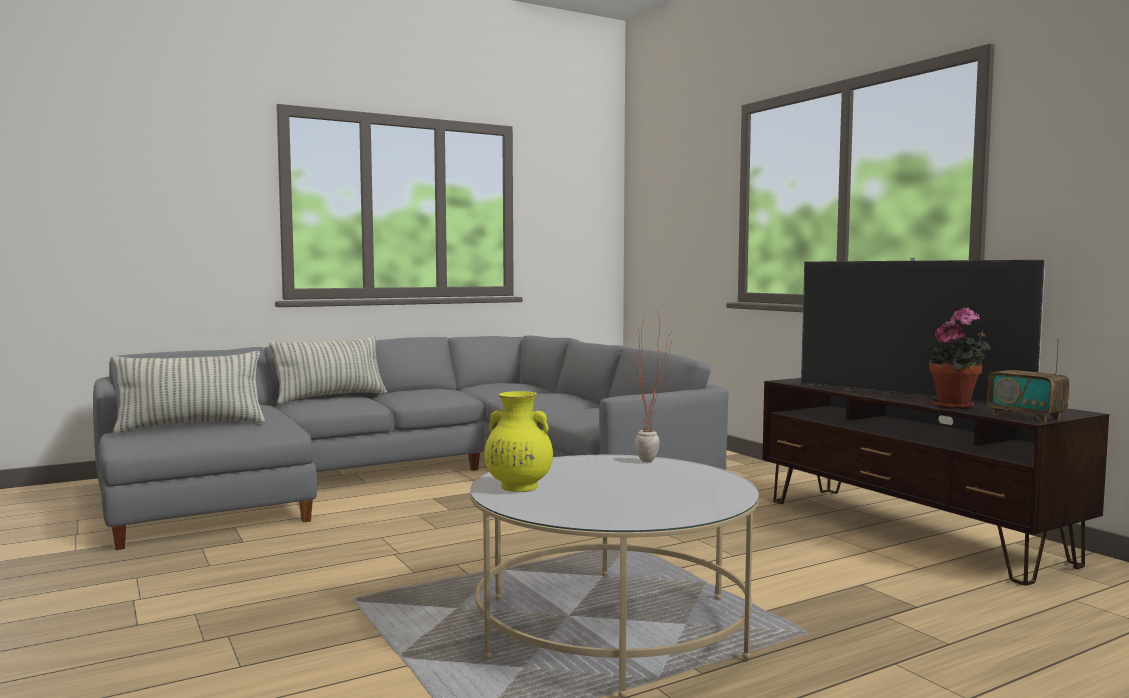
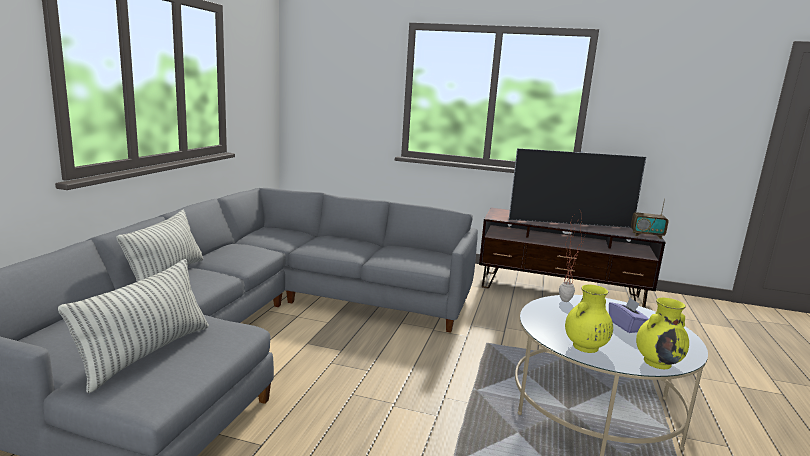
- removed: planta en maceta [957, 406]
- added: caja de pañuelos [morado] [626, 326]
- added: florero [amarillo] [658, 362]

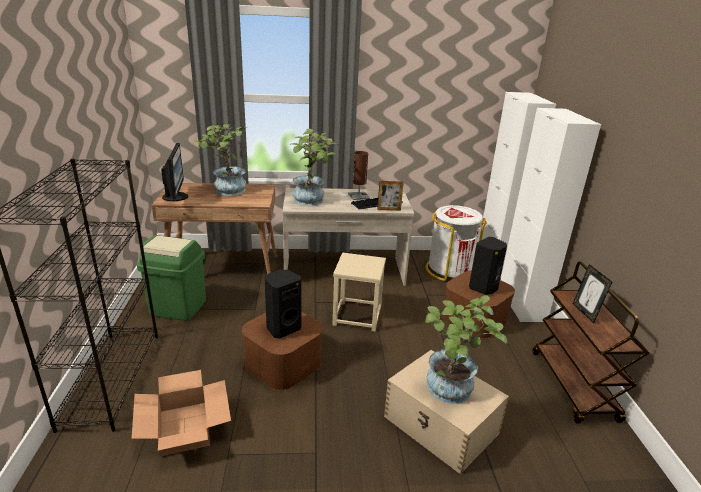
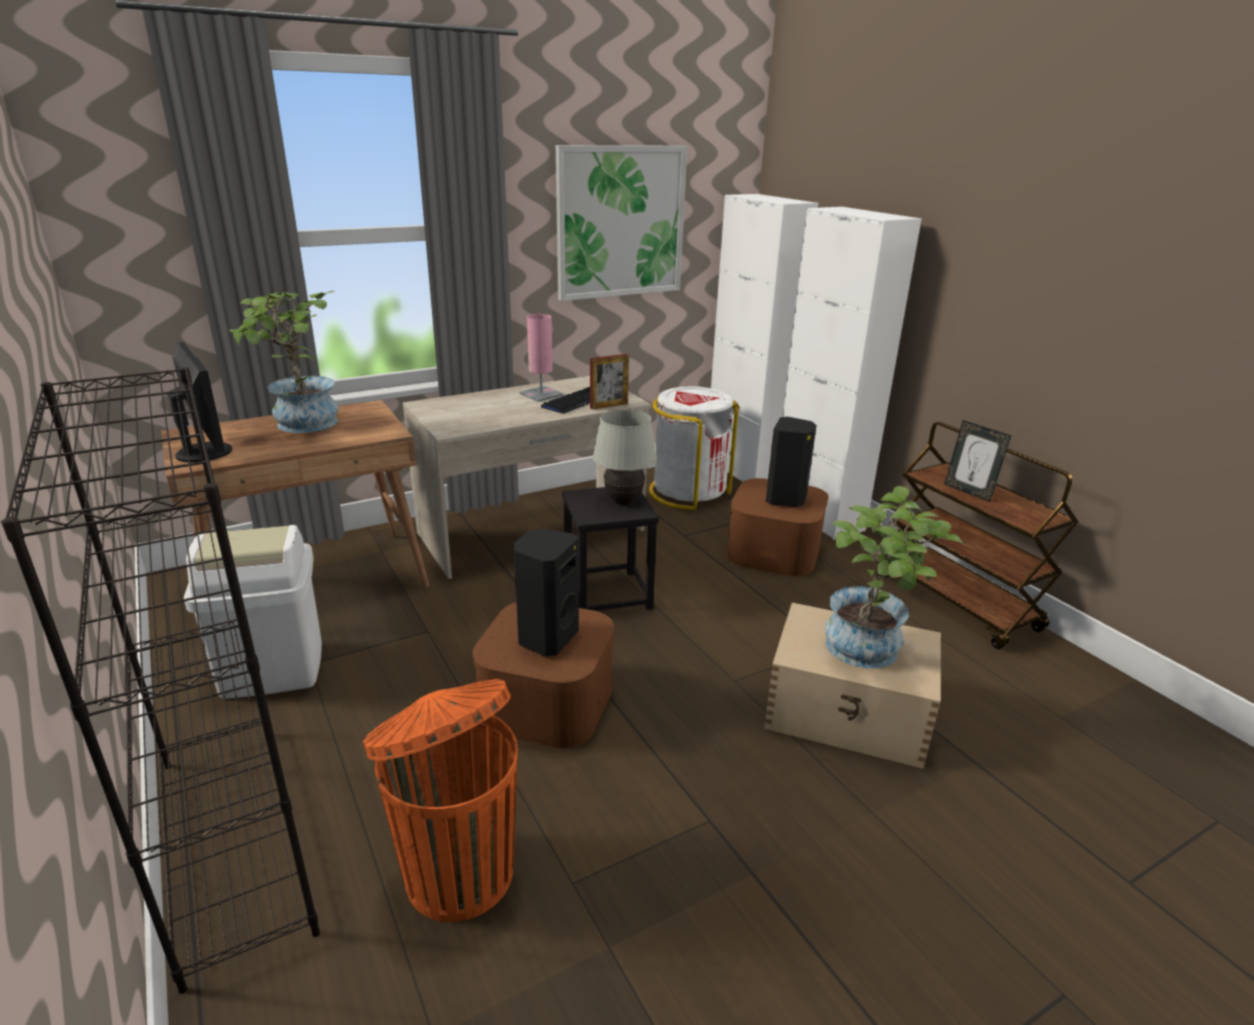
- replaced: caja de cartón [184, 428] to papelera [naranja] [457, 871]
- recoloured: papelera [verde] [178, 307] to papelera [blanco] [272, 669]
- removed: planta en maceta [312, 200]
- recoloured: taburete [beis] [357, 316] to taburete [negro] [607, 594]
- recoloured: lámpara de mesa [marrón] [358, 196] to lámpara de mesa [rosa] [541, 394]
- added: cuadro [620, 222]
- added: lámpara de mesa [blanco] [623, 502]

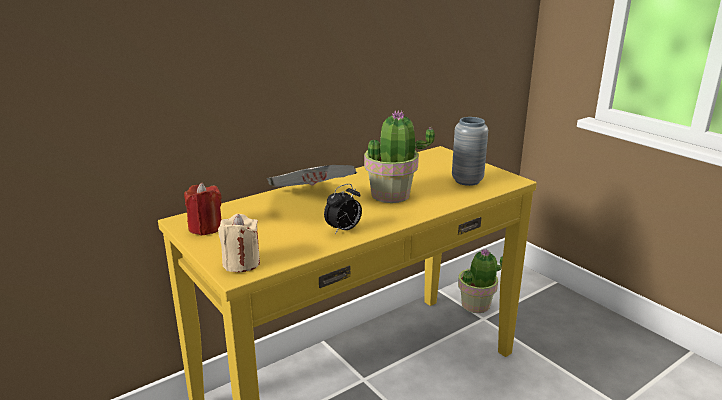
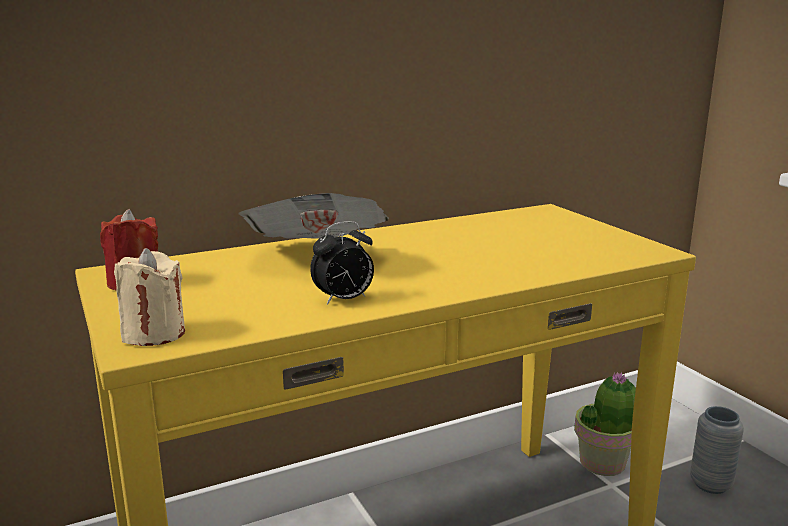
- removed: planta en maceta [391, 195]
- moved: florero [gris] [467, 181] to [710, 484]

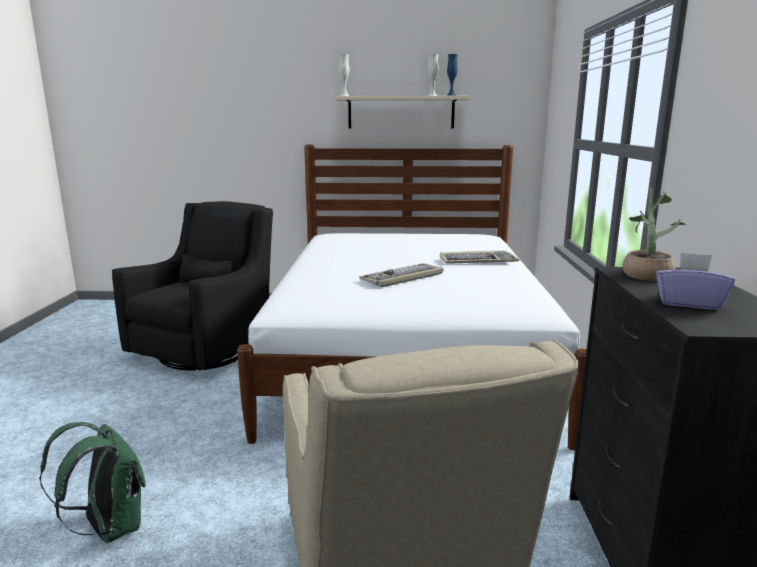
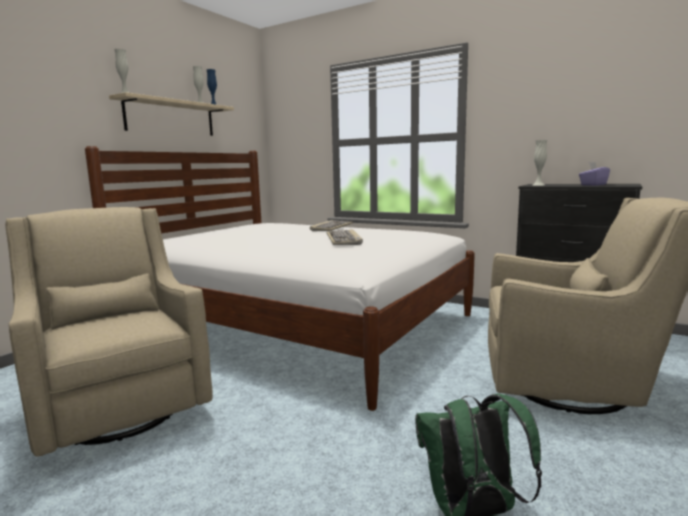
- recoloured: sillón [negro] [208, 350] to sillón [beis] [119, 406]
- replaced: planta en maceta [645, 273] to florero [blanco] [538, 185]

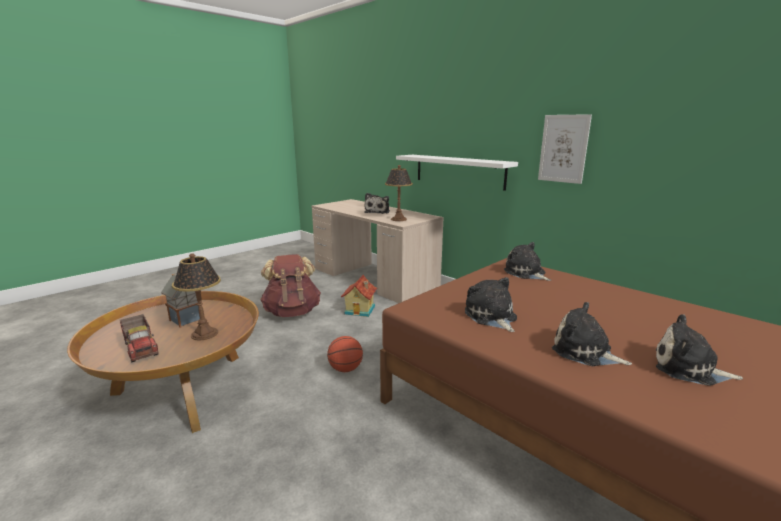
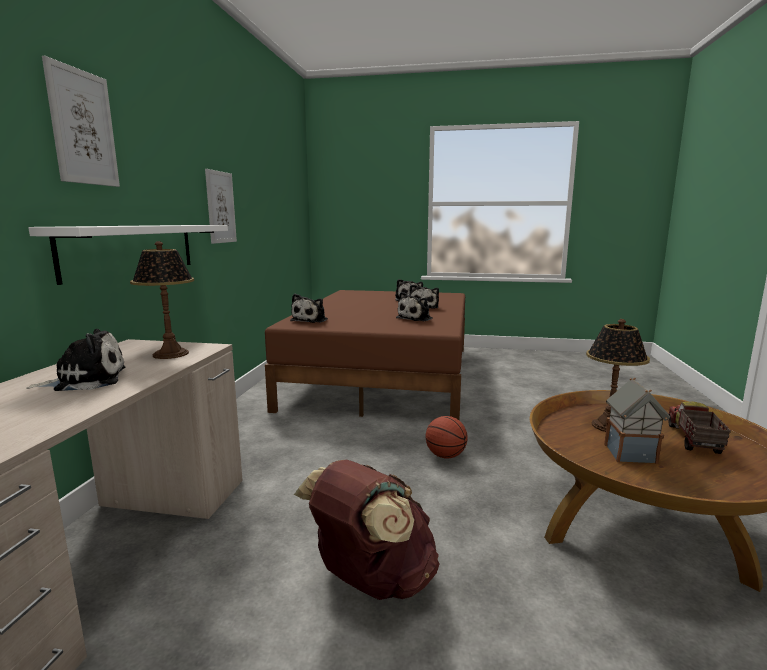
- removed: casita [360, 310]
- added: cuadro [83, 127]

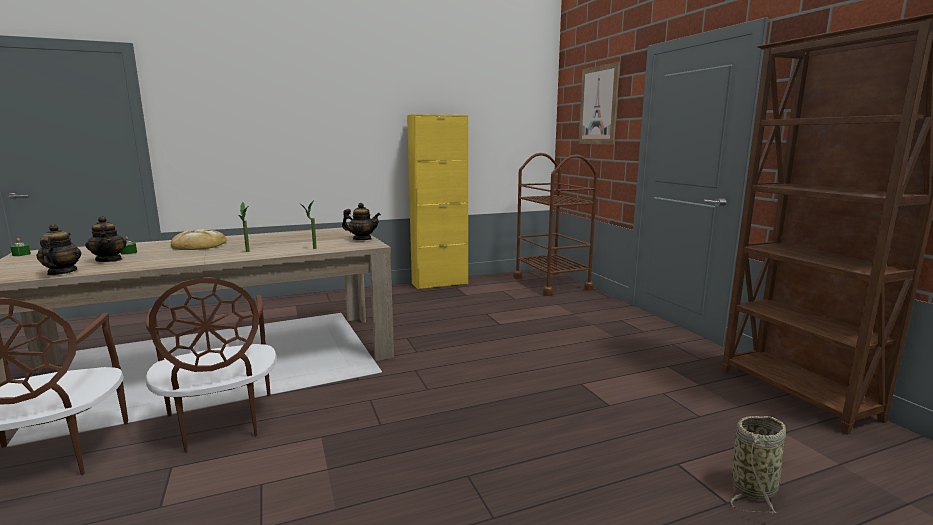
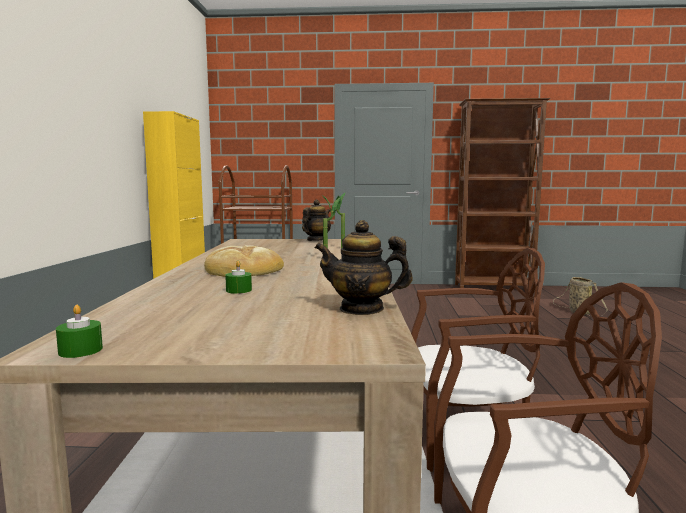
- removed: tetera [109, 260]
- removed: cuadro [598, 105]

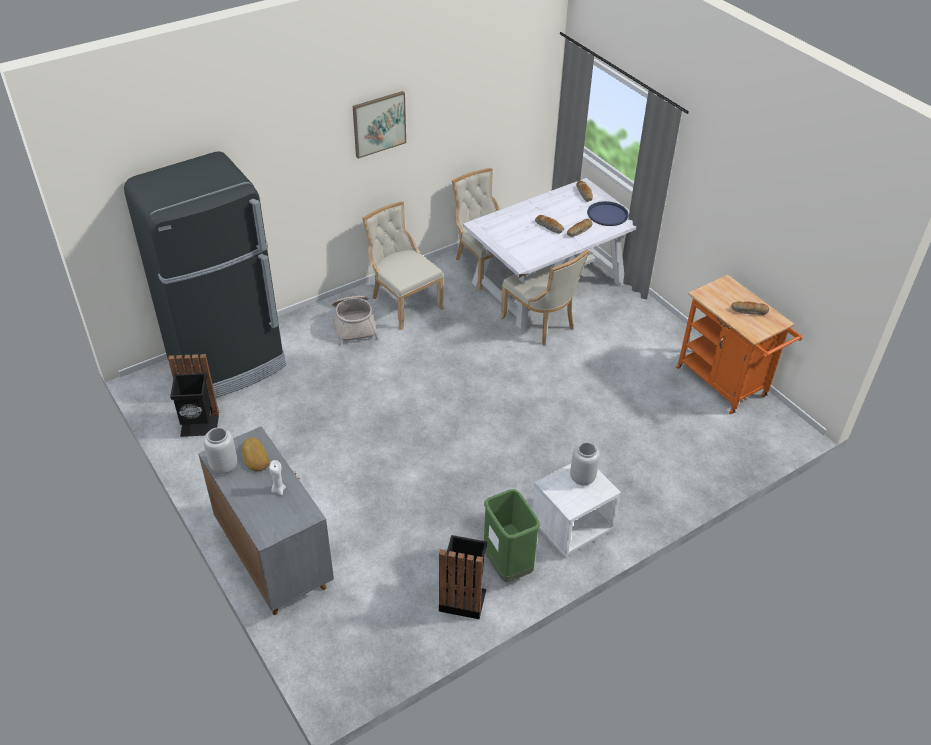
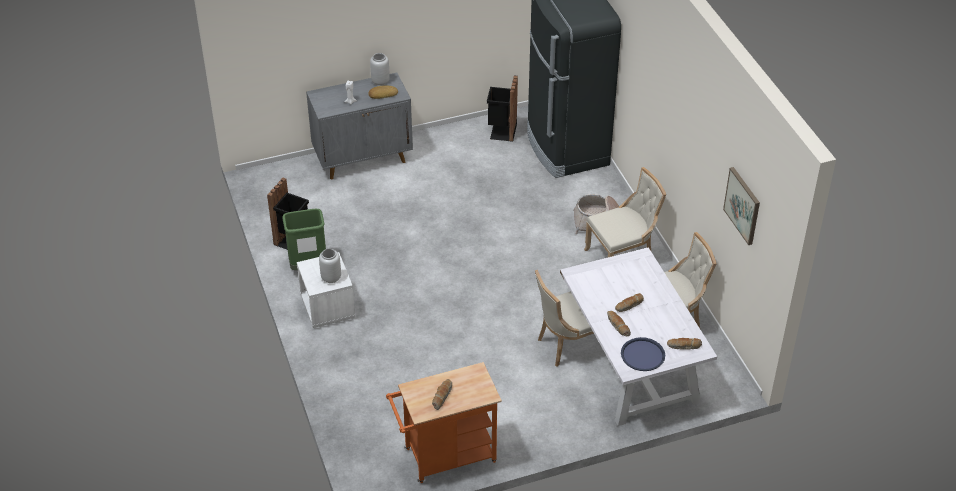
- moved: cuadro [379, 124] to [742, 205]

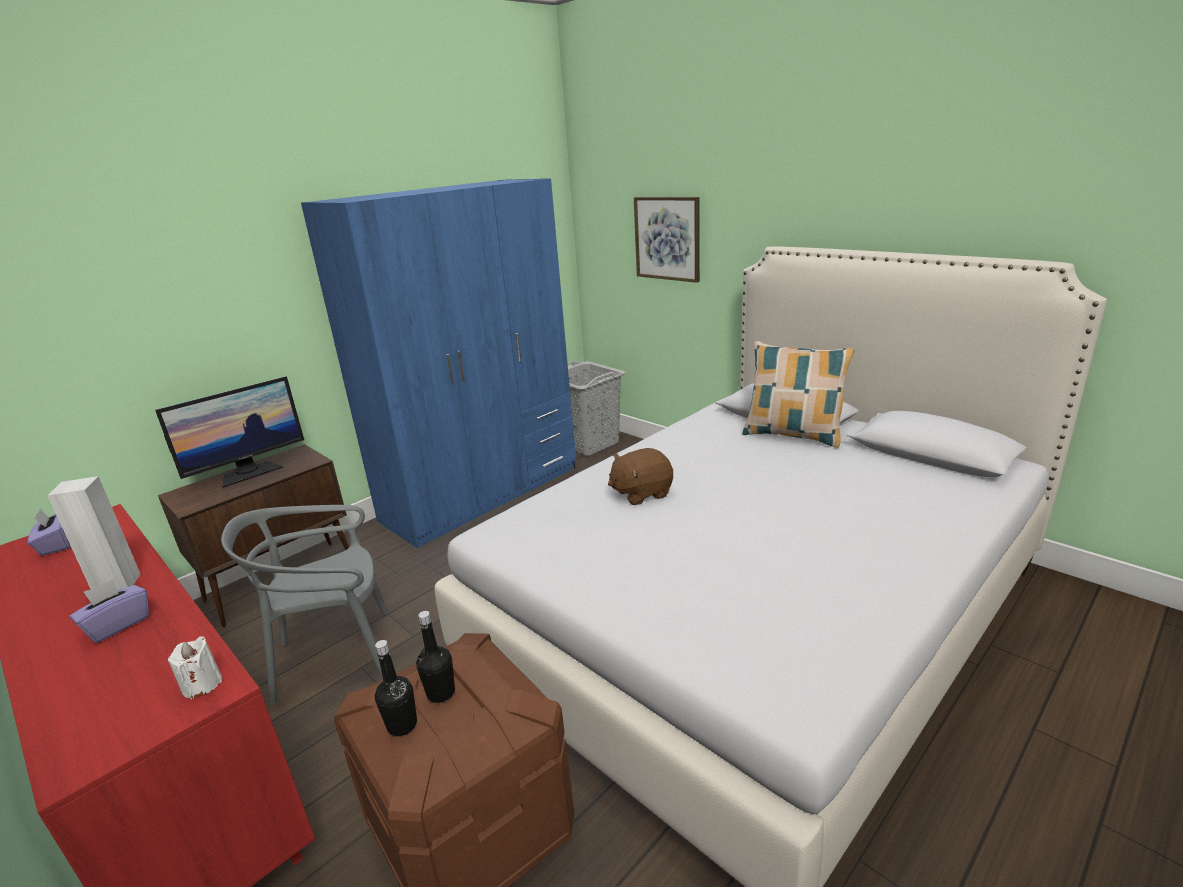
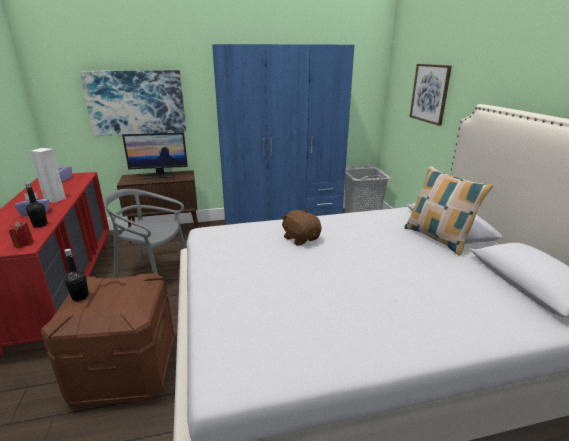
- recoloured: vela [blanco] [202, 685] to vela [rojo] [24, 243]
- moved: botella [negro] [441, 693] to [40, 225]
- turned: peluche [marrón] [641, 493] = [301, 238] 45 degrees clockwise
- added: cuadro [136, 103]

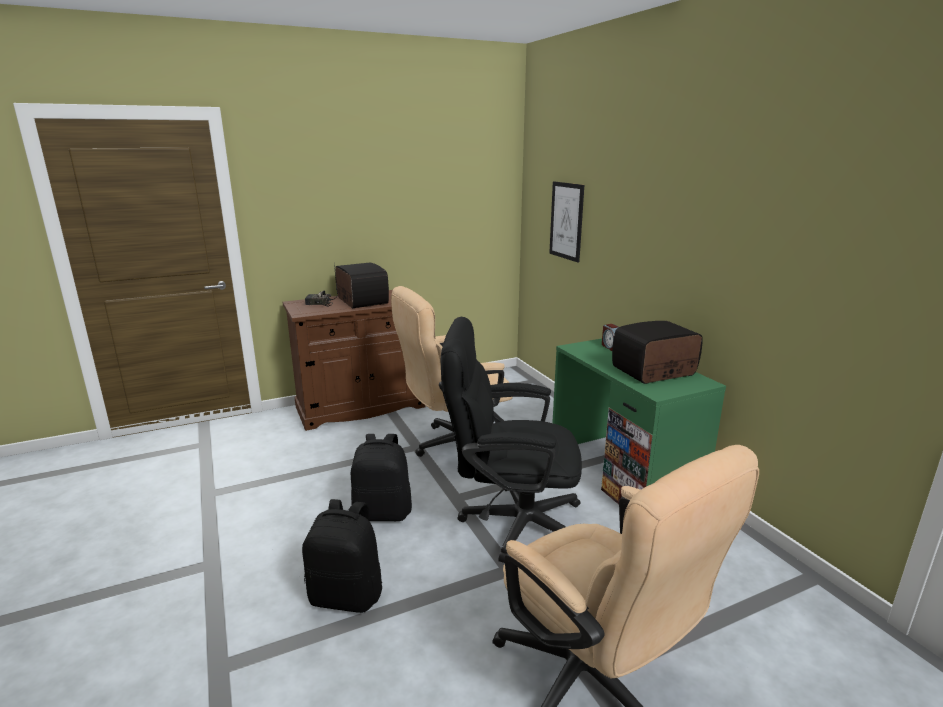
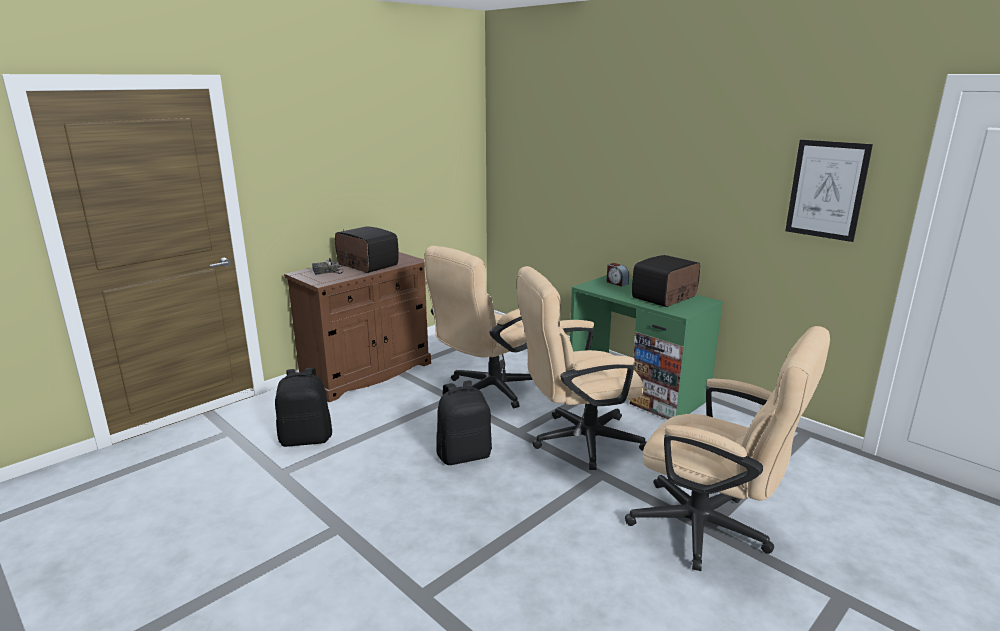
- moved: mochila [negro] [347, 595] to [306, 439]
- recoloured: silla de oficina [negro] [510, 522] to silla de oficina [beis] [577, 441]
- moved: cuadro [566, 221] to [826, 190]

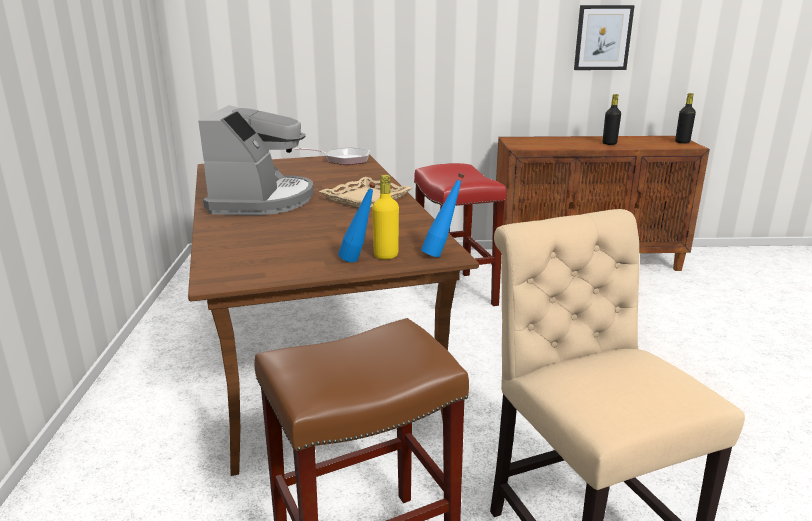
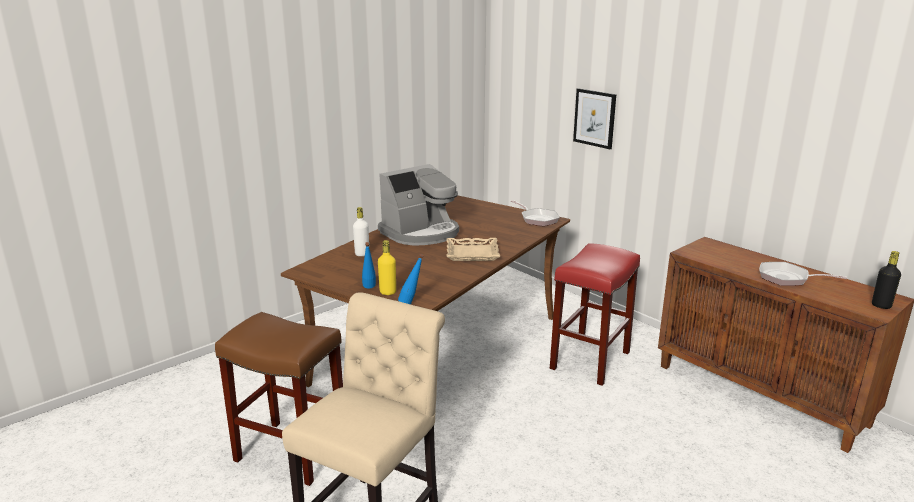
- moved: cuadro [603, 38] to [594, 118]
- replaced: botella [negro] [609, 143] to sartén [787, 278]
- added: botella [blanco] [362, 254]

